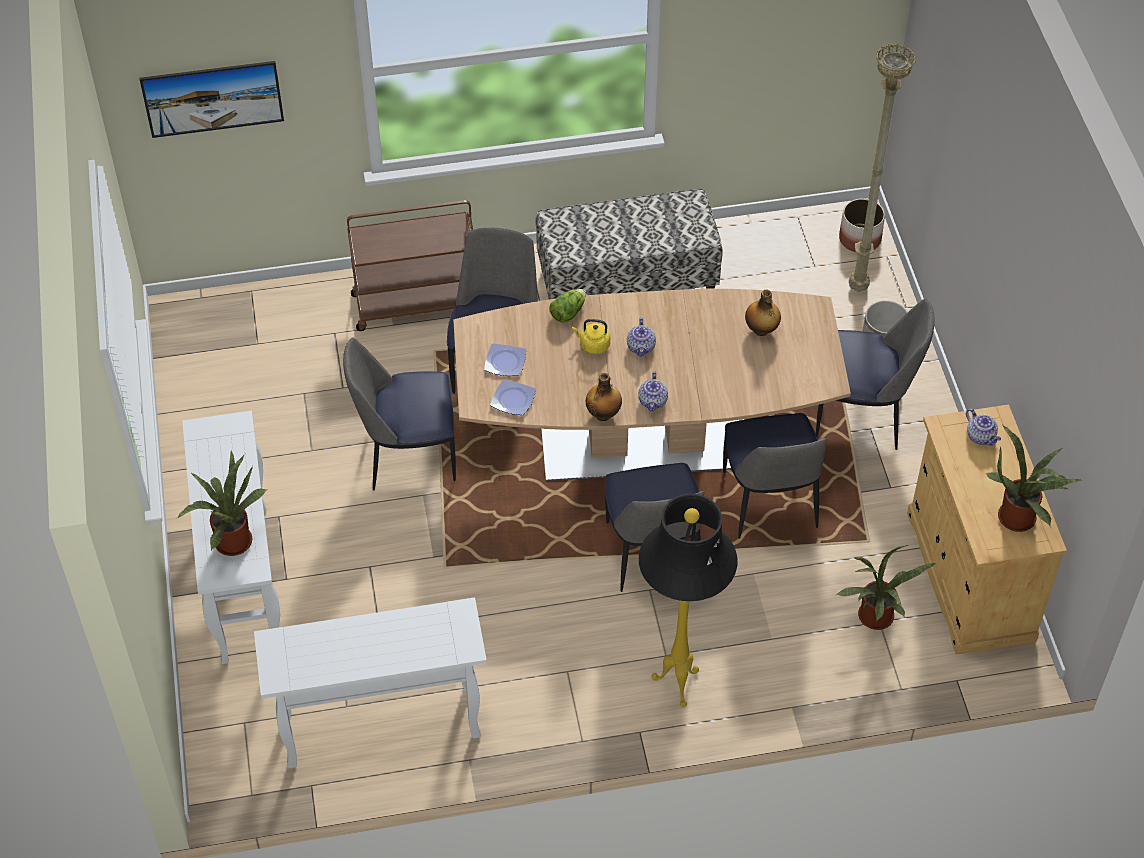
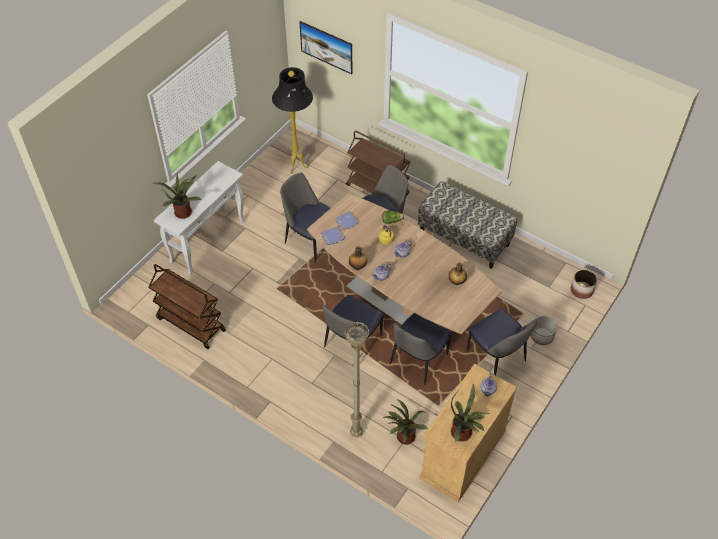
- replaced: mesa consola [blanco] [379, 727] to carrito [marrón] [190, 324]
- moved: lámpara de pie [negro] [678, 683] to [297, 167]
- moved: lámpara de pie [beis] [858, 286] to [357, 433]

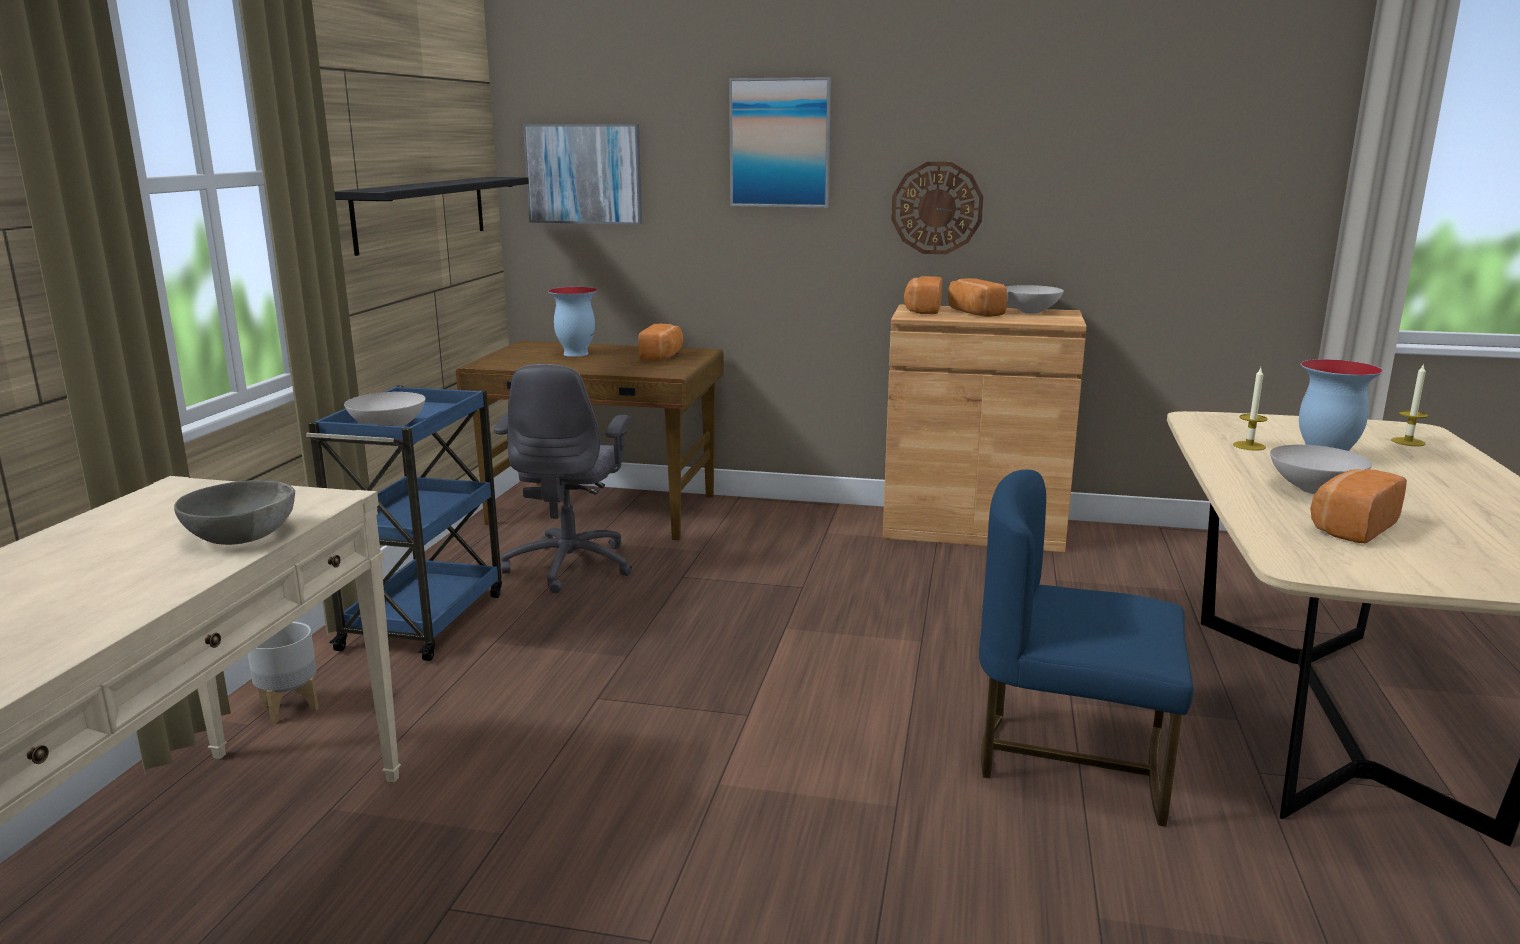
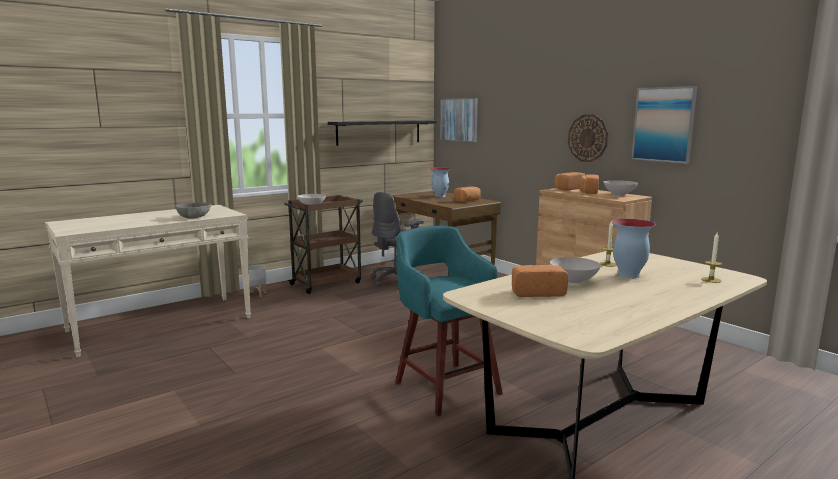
- recoloured: carrito [azul] [425, 619] to carrito [marrón] [327, 283]
- moved: cuadro [780, 143] to [664, 124]
- replaced: silla [azul] [1072, 760] to taburete [turquesa] [446, 386]

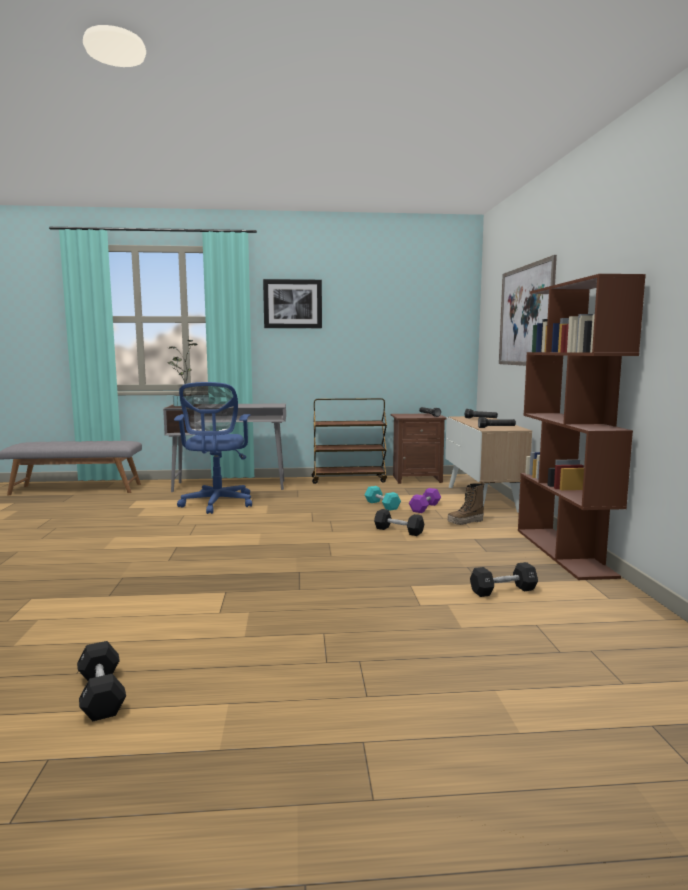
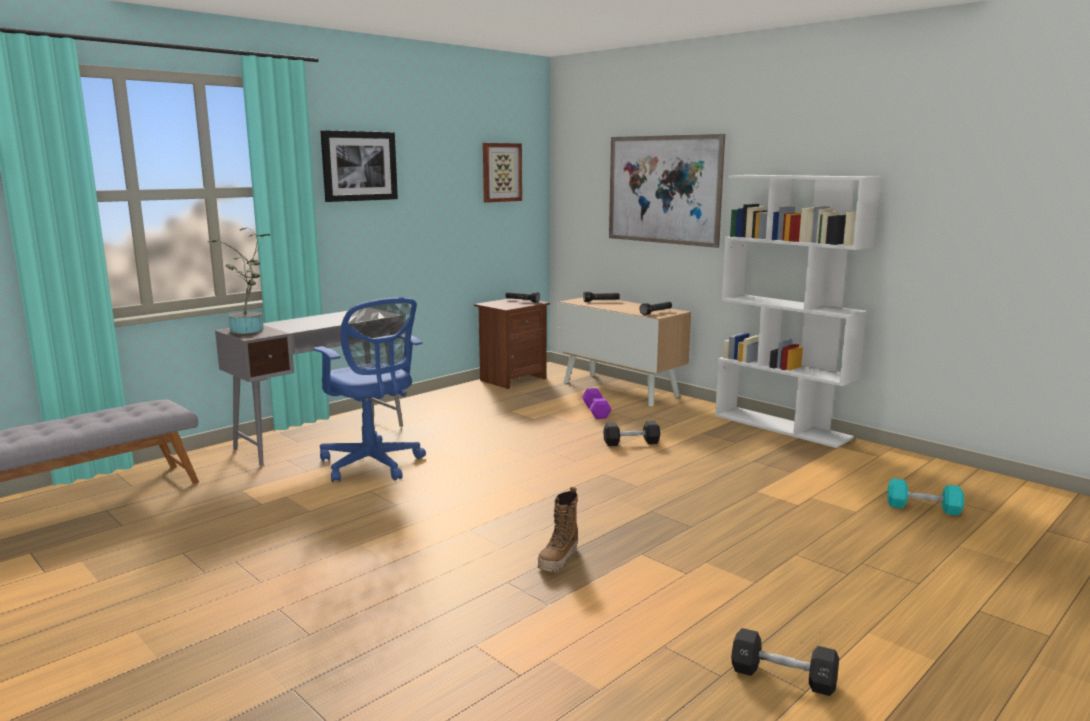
- removed: carrito [marrón] [349, 479]
- moved: mancuerna [turquesa] [382, 505] to [923, 508]
- moved: bota [465, 522] to [559, 560]
- removed: mancuerna [negro] [503, 590]
- recoloured: estantería [marrón] [564, 552] to estantería [blanco] [782, 426]
- added: cuadro [501, 172]

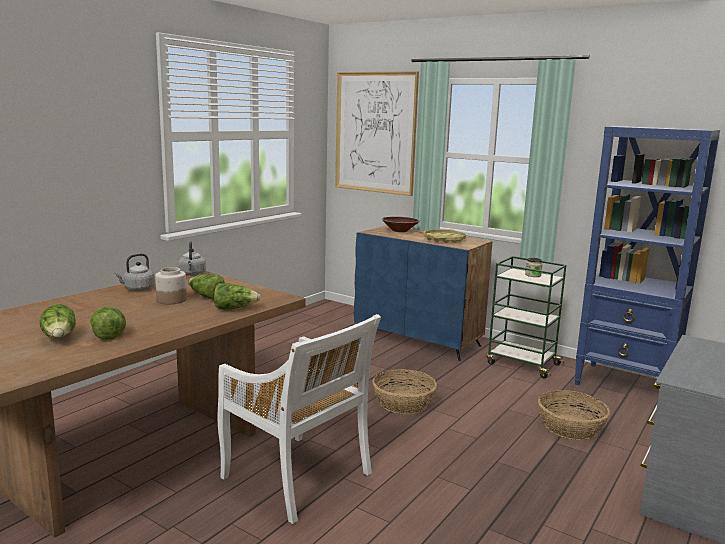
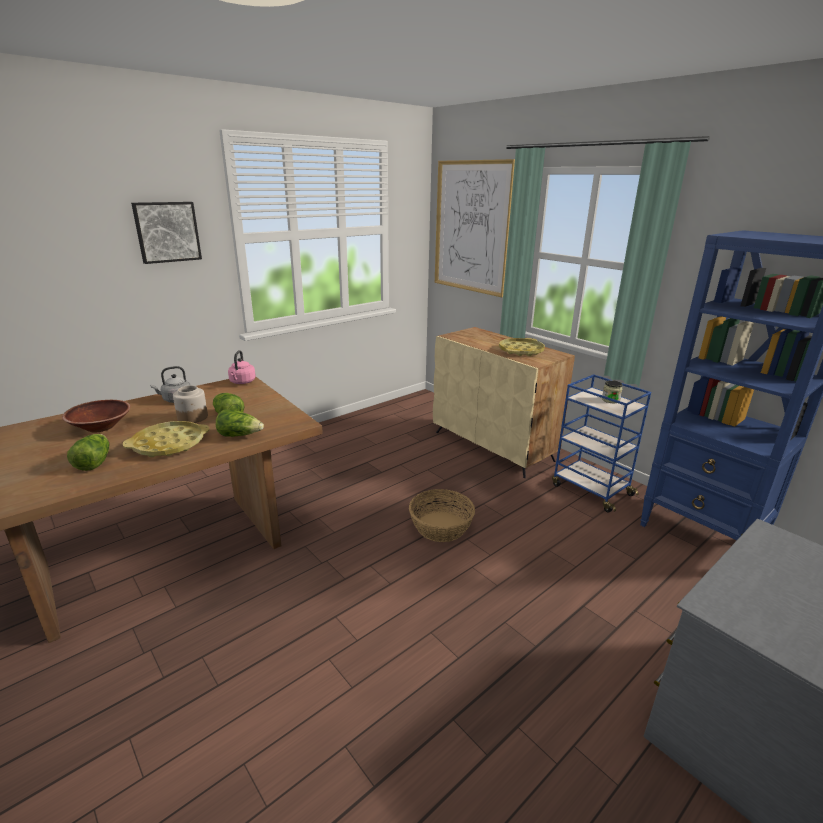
- removed: lechuga [60, 338]
- recoloured: hervidor [gris] [192, 274] to hervidor [rosa] [242, 382]
- removed: silla [blanco] [298, 477]
- recoloured: armario [azul] [418, 339] to armario [beis] [493, 446]
- moved: cuenco [marrón] [399, 231] to [101, 427]
- recoloured: carrito [verde] [522, 364] to carrito [azul] [590, 489]
- removed: cesta [570, 427]
- added: bandeja [amarillo] [169, 444]
- added: cuadro [167, 232]

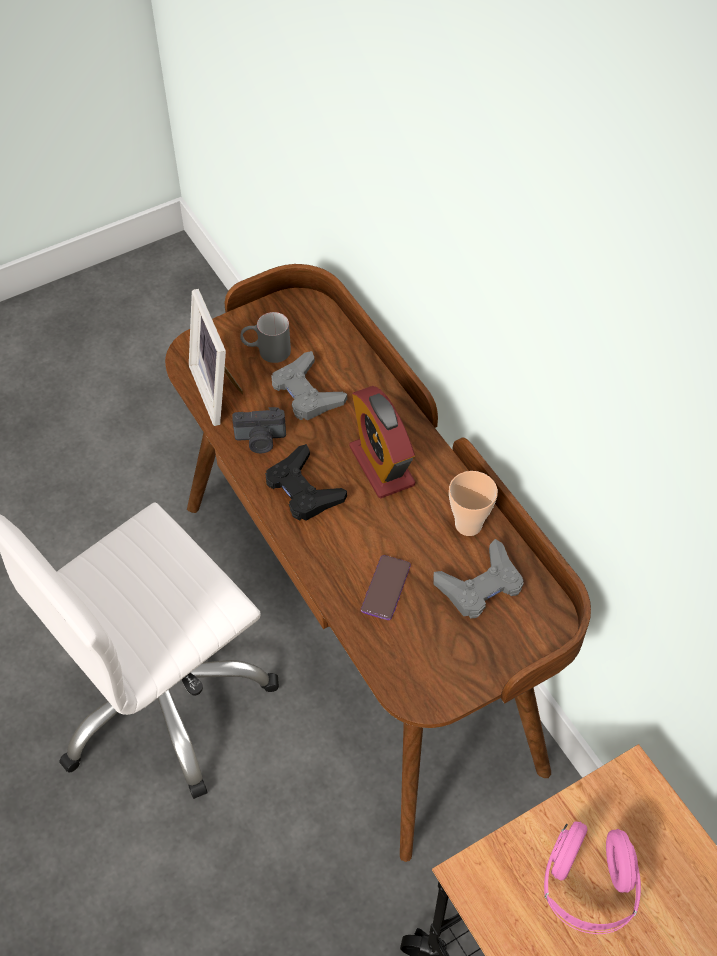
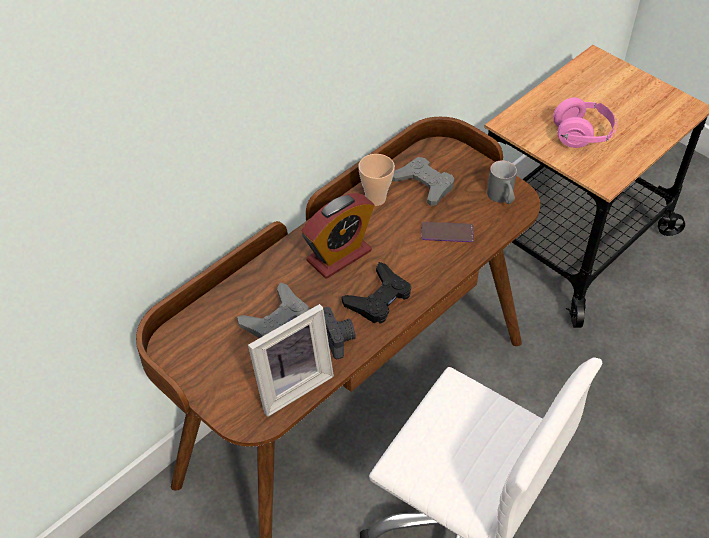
- moved: taza grande [gris] [266, 351] to [502, 198]

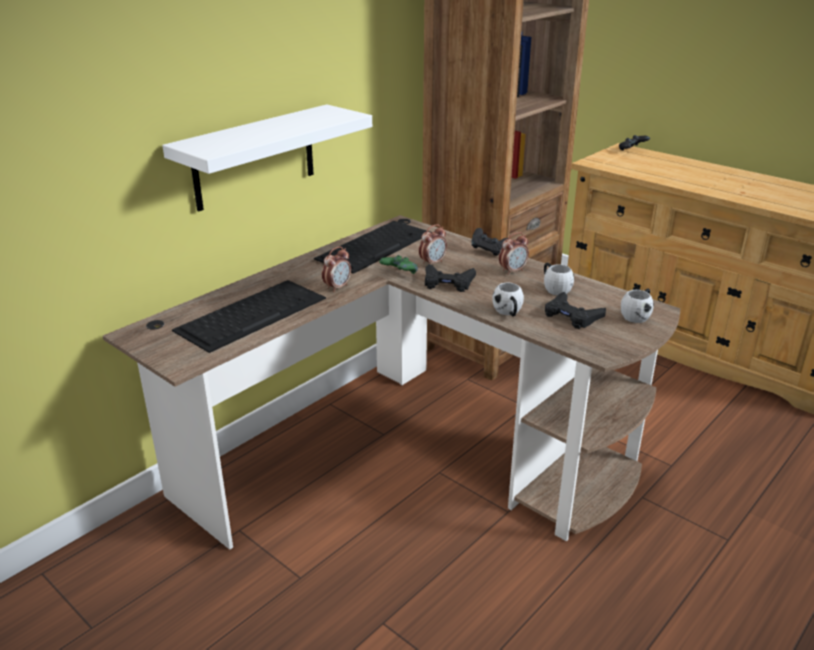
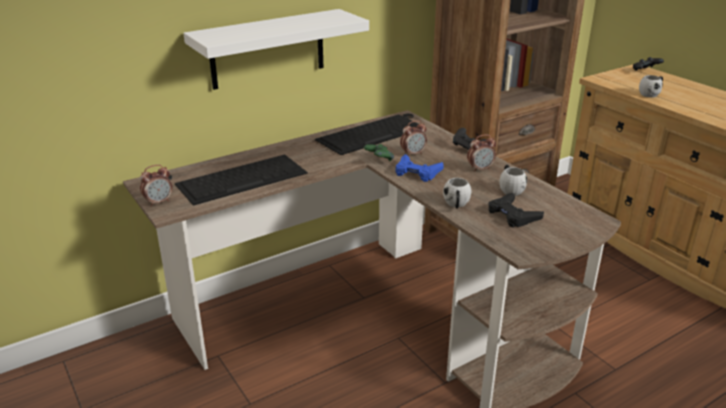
- moved: despertador [337, 287] to [159, 202]
- recoloured: mando de consola [negro] [448, 283] to mando de consola [azul] [417, 172]
- moved: taza grande [blanco] [637, 315] to [651, 94]

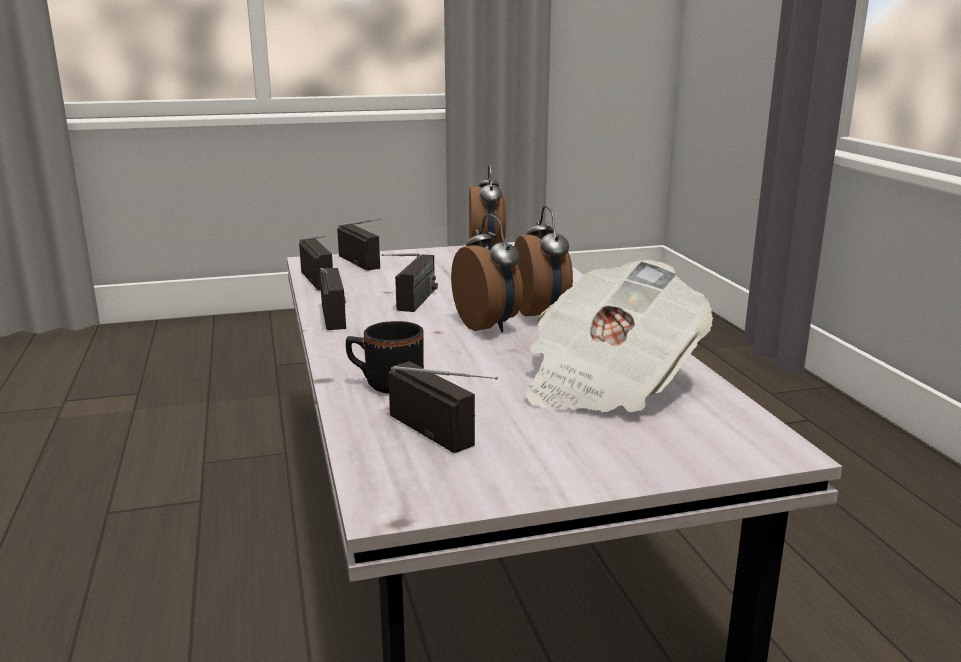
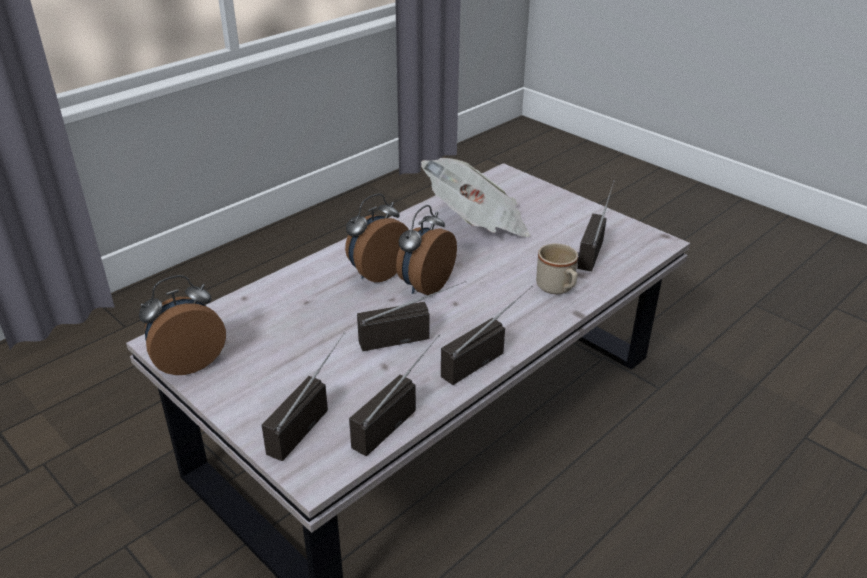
- recoloured: taza grande [negro] [386, 384] to taza grande [beis] [558, 288]

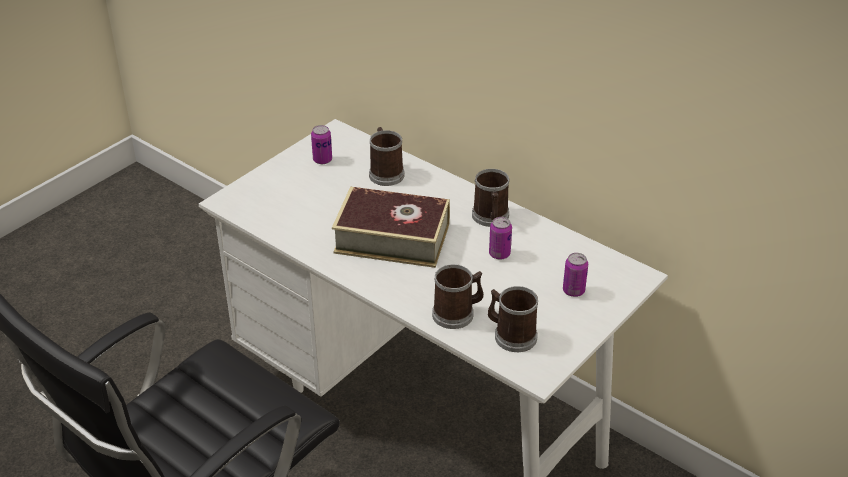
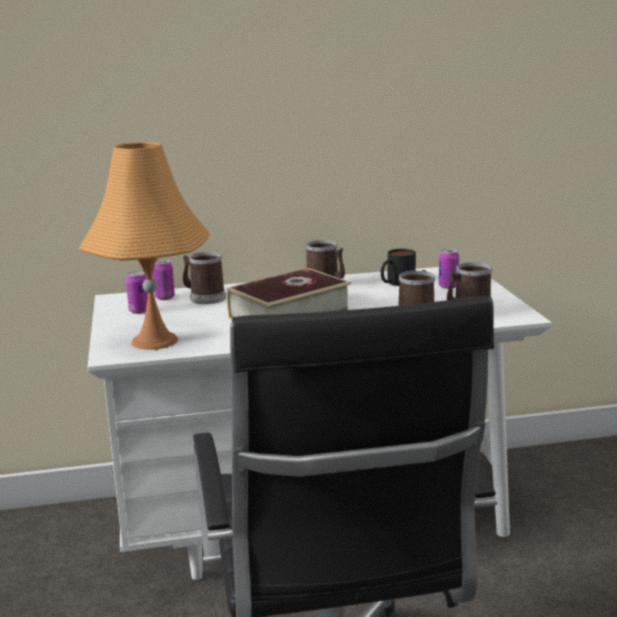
- moved: lata [499, 254] to [164, 297]
- added: lámpara de mesa [naranja] [155, 341]
- added: taza grande [396, 283]

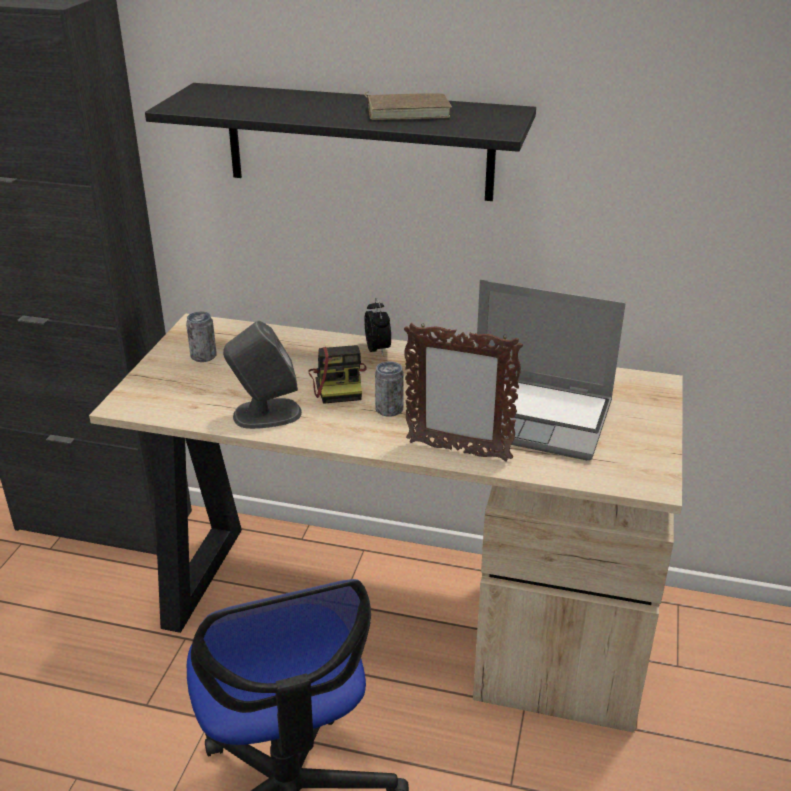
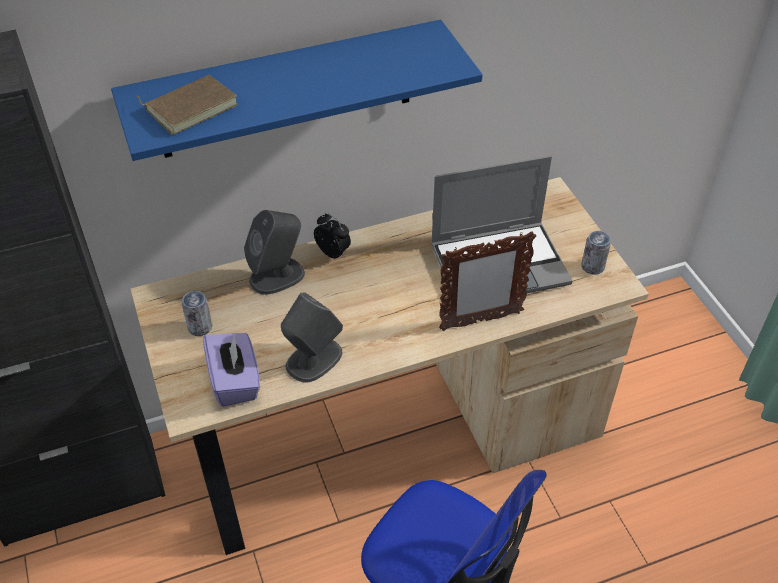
- recoloured: estante [negro] [359, 142] to estante [azul] [286, 90]
- removed: cámara [339, 383]
- moved: libro [marrón] [408, 111] to [190, 107]
- moved: lata [389, 409] to [592, 267]
- added: caja de pañuelos [morado] [235, 381]
- added: altavoz [gris] [277, 276]

